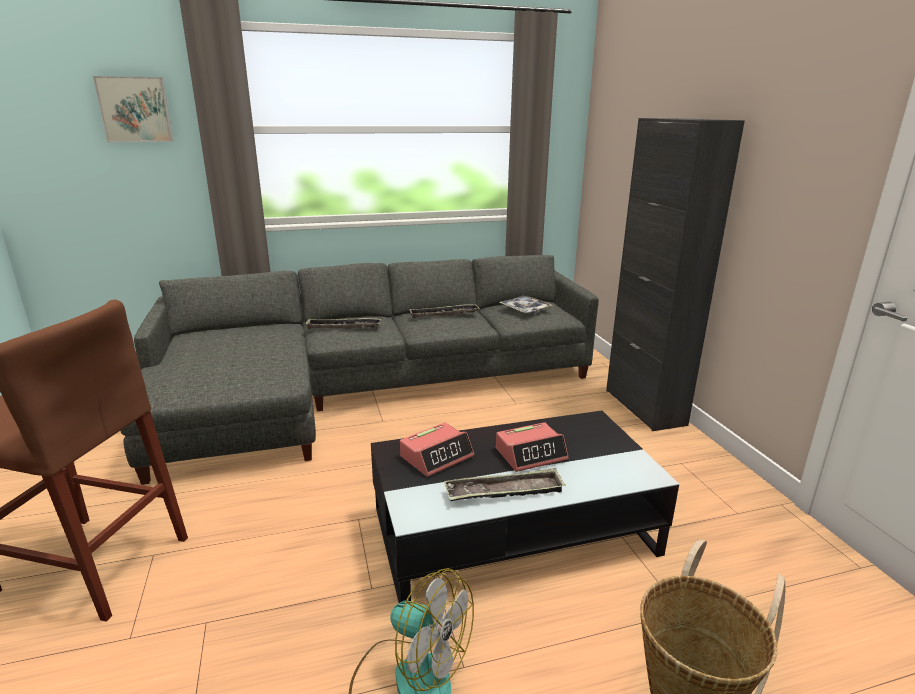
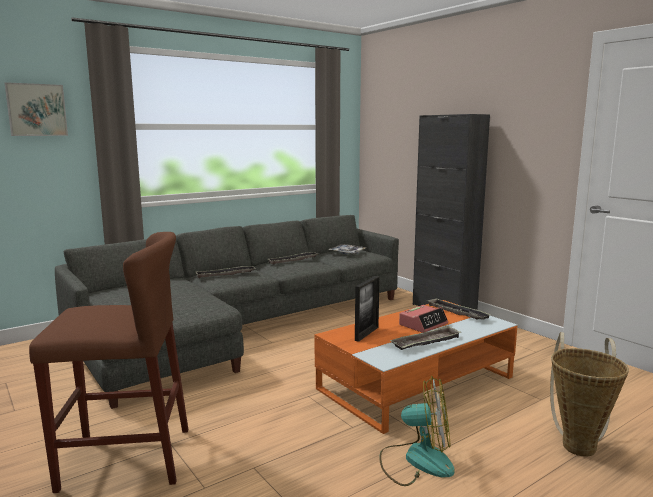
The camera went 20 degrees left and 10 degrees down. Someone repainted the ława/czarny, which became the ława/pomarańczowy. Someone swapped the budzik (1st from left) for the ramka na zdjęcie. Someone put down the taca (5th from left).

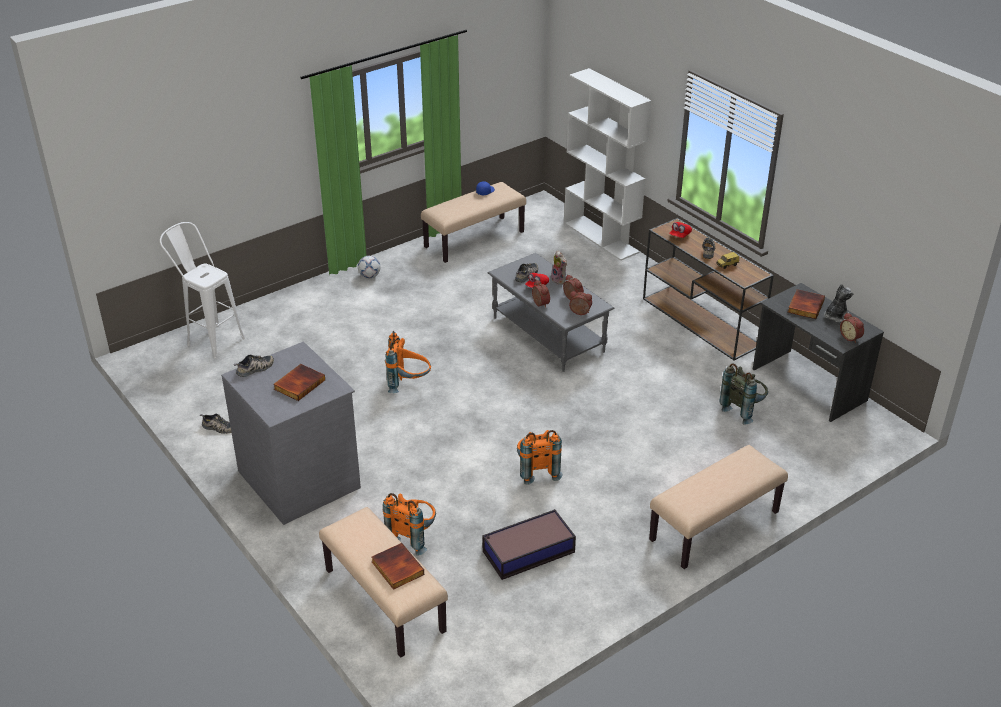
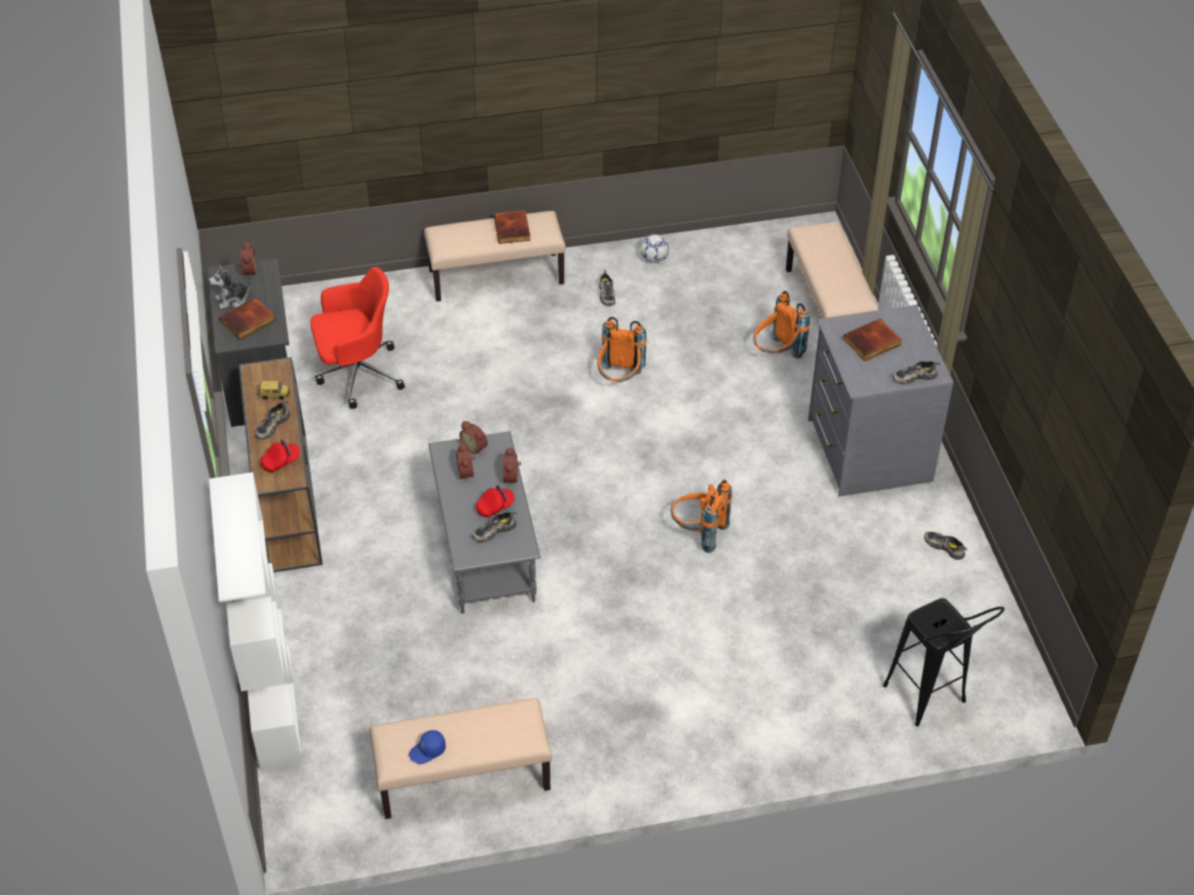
The camera went 155 degrees left and 10 degrees up. Someone repainted the stołek/biały, which became the stołek/czarny. Someone took away the pluszak (1st from left). Someone carried the piłka futbolowa. Someone swapped the plecak/szary for the krzesło biurowe/czerwony. Someone took away the pojemnik do przechowywania. Someone carried the książka (2nd from left). Someone put down the but (3rd from left).

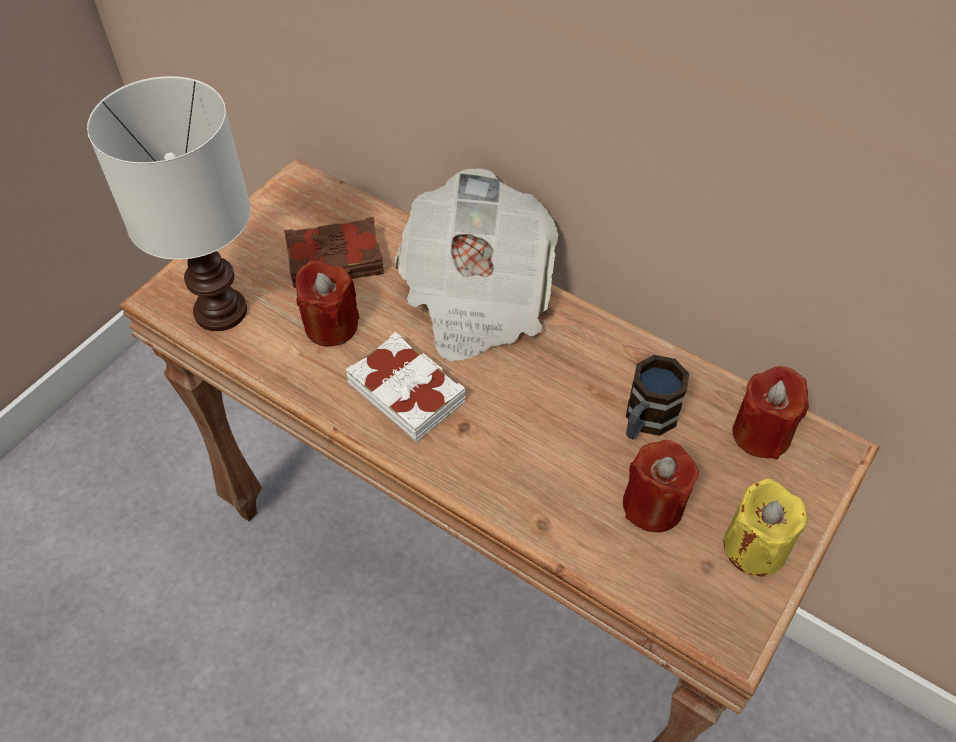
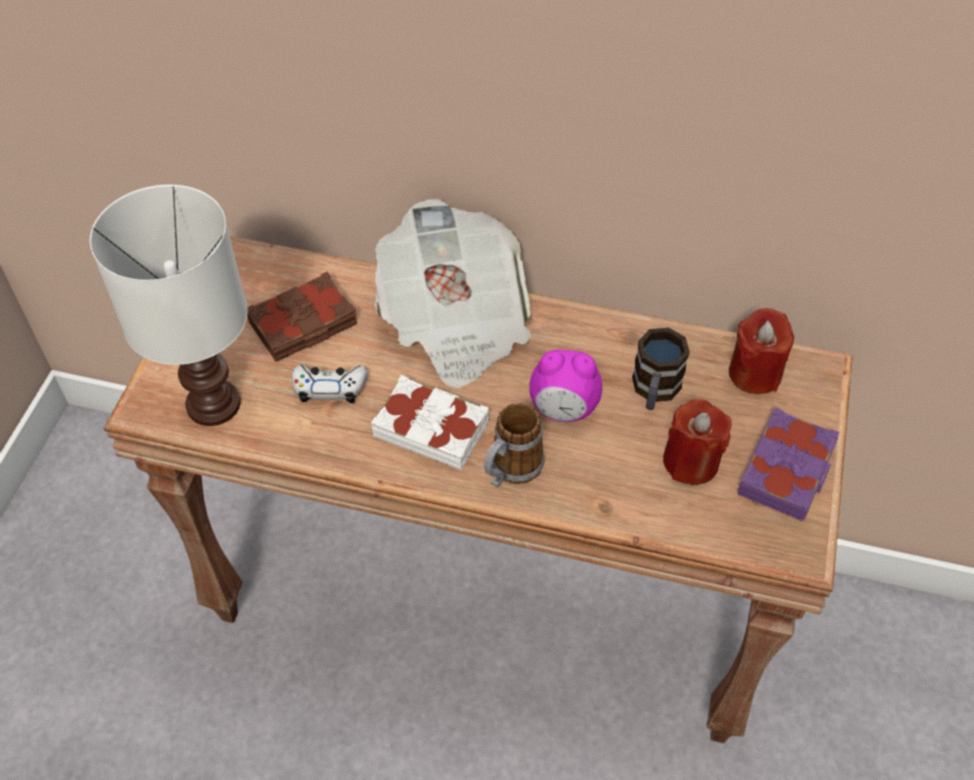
The camera went 20 degrees left and 0 degrees up. Someone swapped the świeca/czerwony (1st from left) for the pad do gier/biały. Someone swapped the świeca/żółty for the książka/fioletowy. Someone put down the budzik. Someone put down the kubek (1st from left).

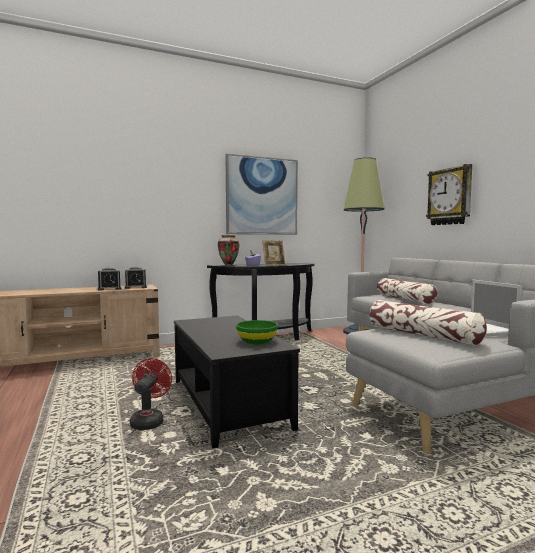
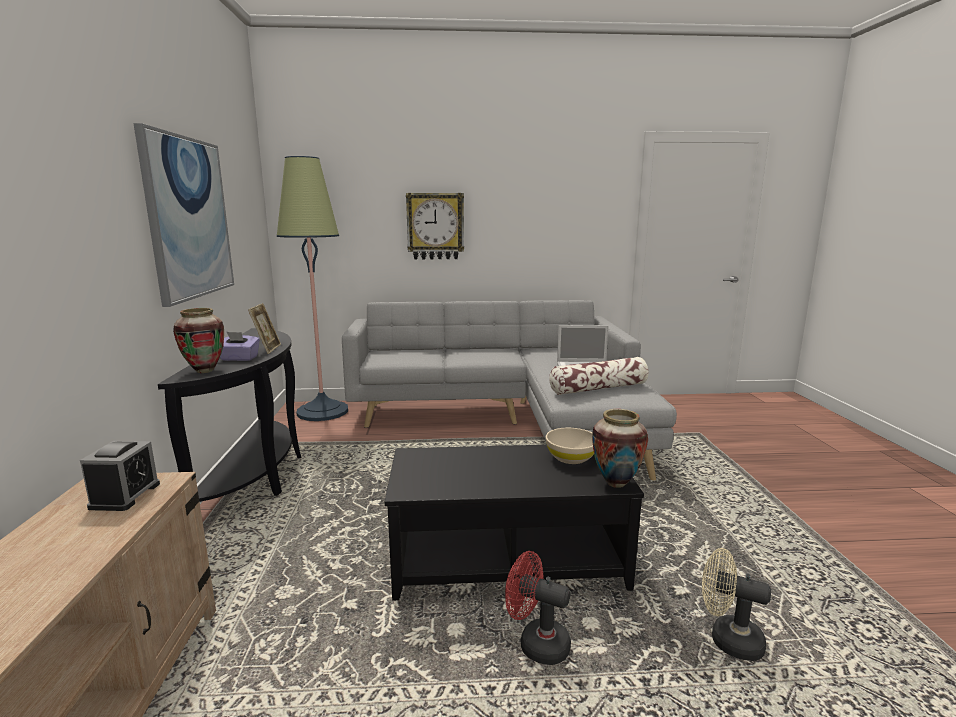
The camera went 70 degrees left and 10 degrees up. Someone took away the budzik (1st from left). Someone took away the poduszka (1st from left). Someone repainted the miska/zielony, which became the miska/beżowy. Someone put down the wazon (2nd from left). Someone put down the wentylator/beżowy.

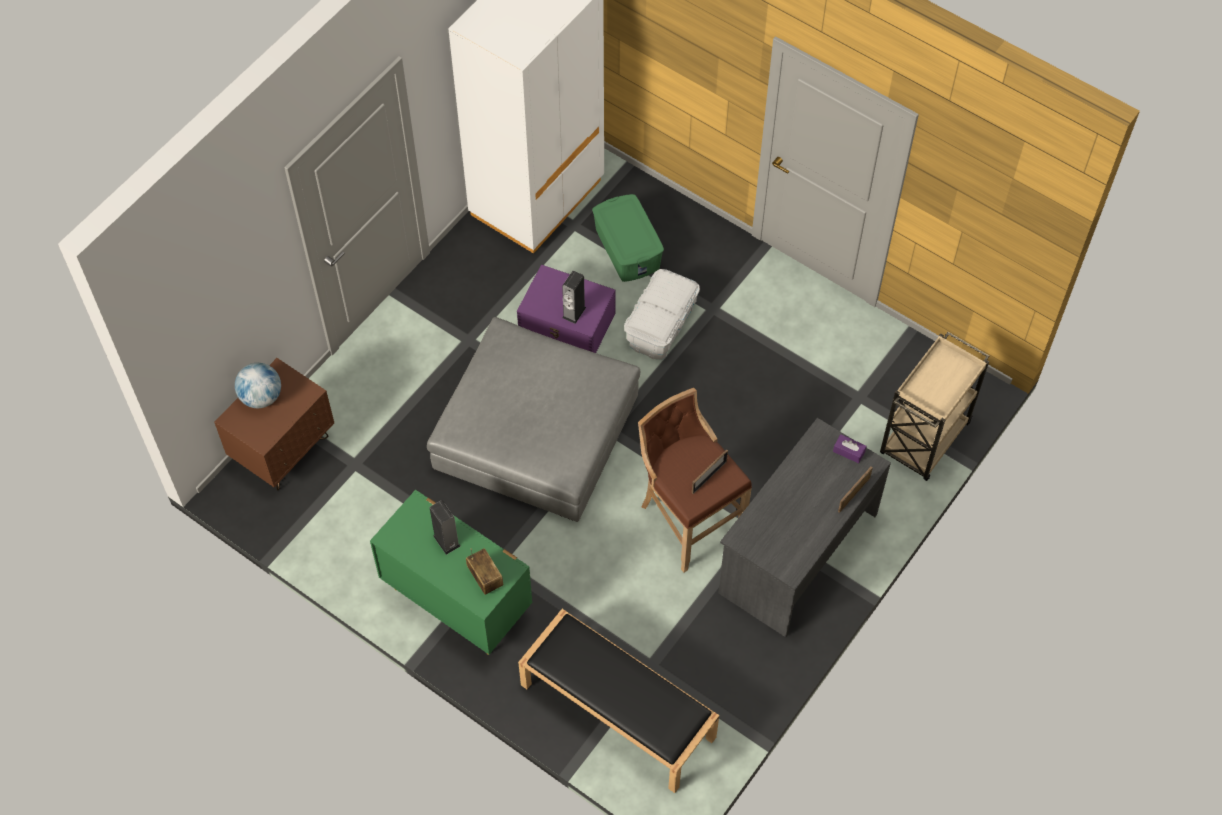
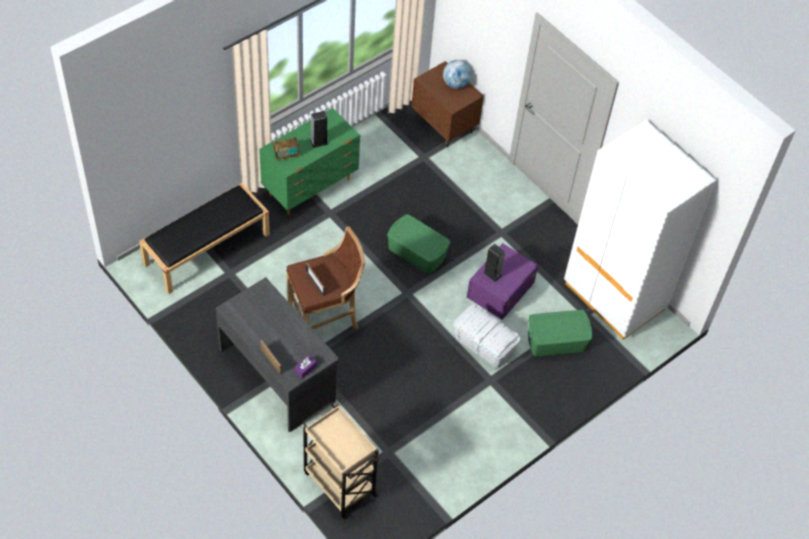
The camera went 100 degrees right and 5 degrees down. Someone swapped the pufa/szary for the pojemnik do przechowywania/zielony (1st from left).

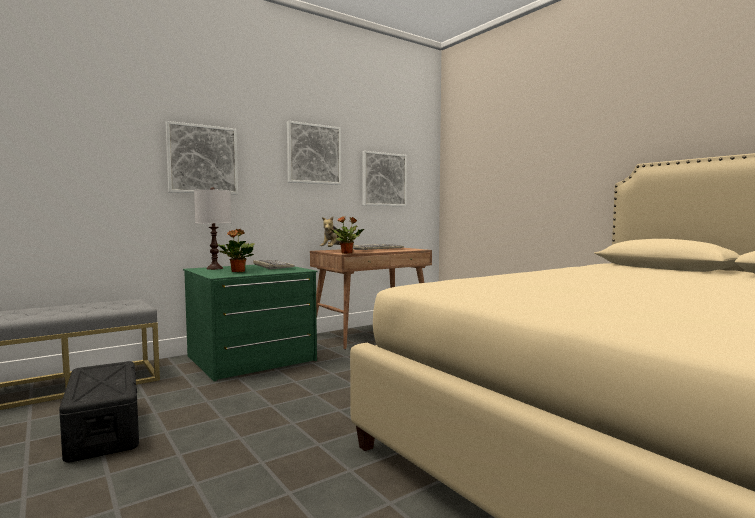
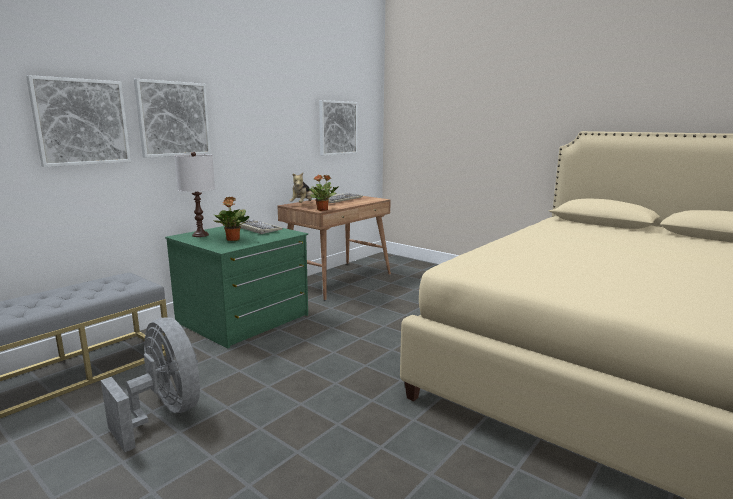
The camera went 15 degrees left and 10 degrees up. Someone carried the obraz (2nd from left in the first image). Someone swapped the pojemnik do przechowywania/czarny for the wentylator/szary.

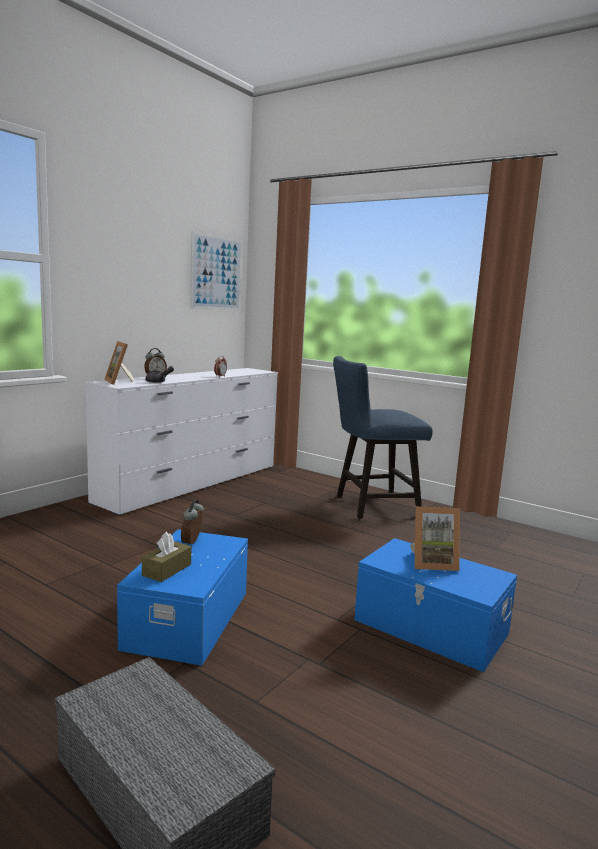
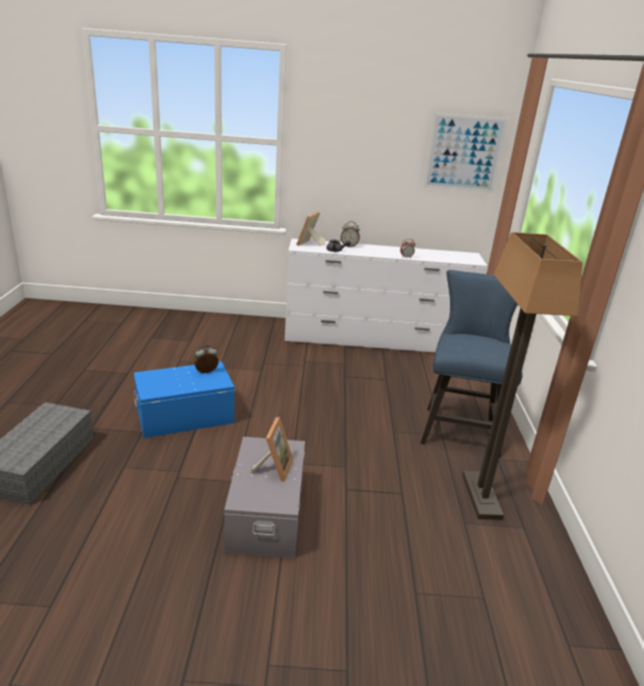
The camera went 55 degrees right and 15 degrees up. Someone rotated the krzesło/niebieski by 60 degrees clockwise. Someone rotated the ramka na zdjęcie (2nd from left in the first image) by 135 degrees counterclockwise. Someone took away the pudełko chusteczek/brązowy. Someone repainted the pojemnik do przechowywania/niebieski (2nd from left), which became the pojemnik do przechowywania/szary (2nd from left). Someone put down the lampa stojąca.

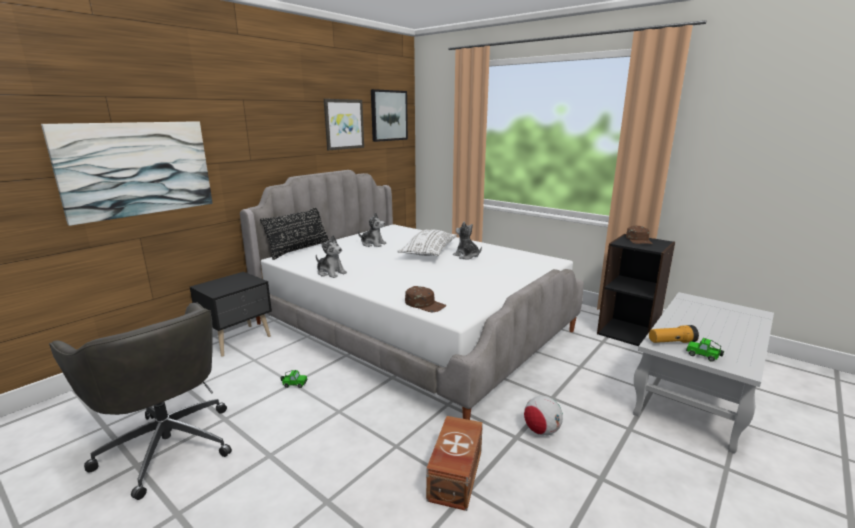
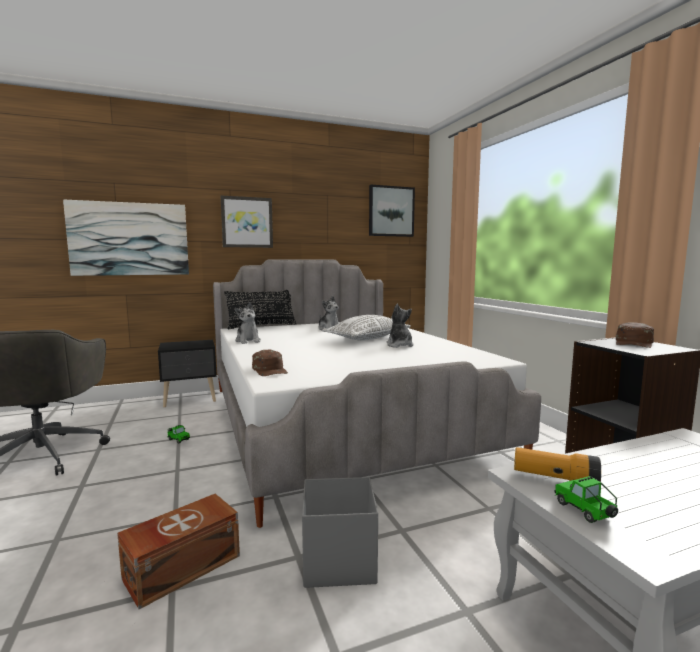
The camera went 30 degrees right and 10 degrees down. Someone carried the obraz (2nd from left). Someone swapped the piłka futbolowa for the pojemnik do przechowywania/szary.

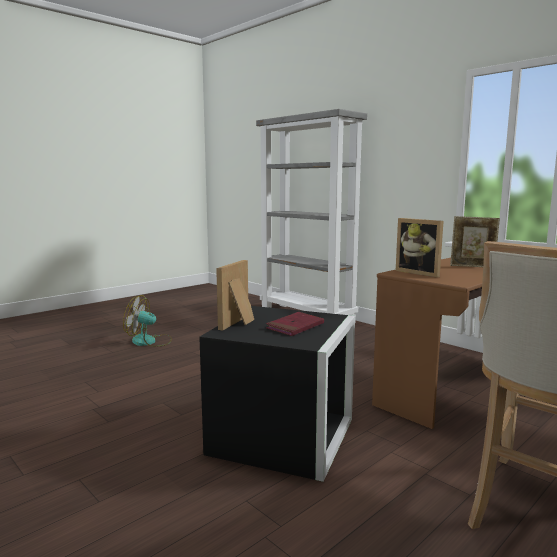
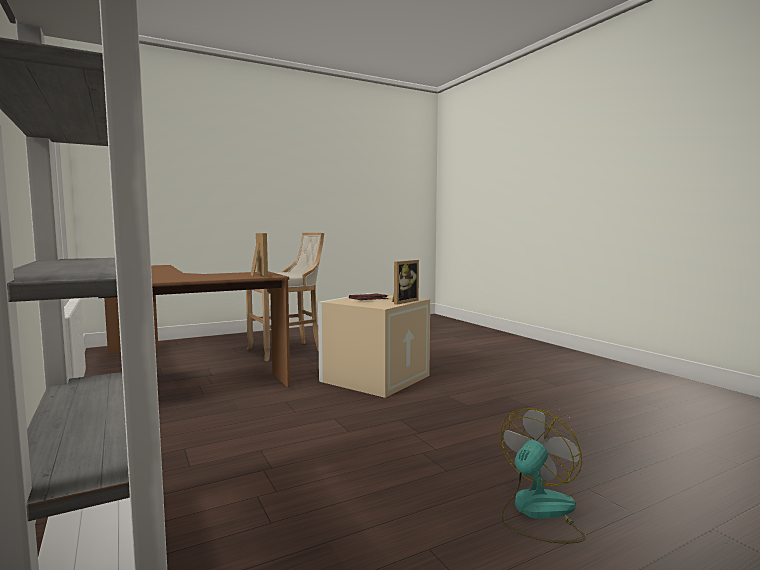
The camera went 165 degrees left and 5 degrees down. Someone took away the ramka na zdjęcie (3rd from left). Someone rotated the wentylator by 75 degrees counterclockwise. Someone repainted the pojemnik do przechowywania/czarny, which became the pojemnik do przechowywania/beżowy.

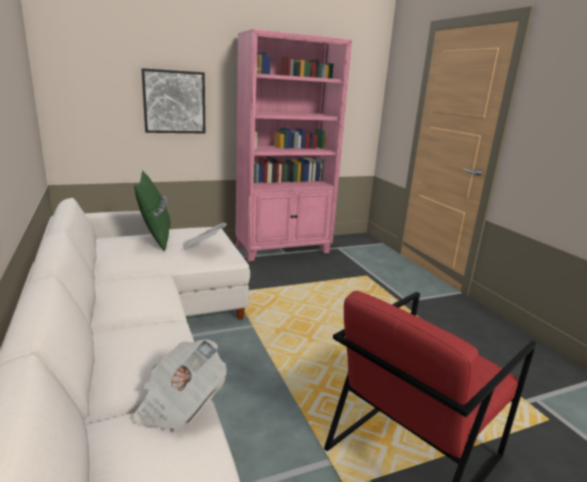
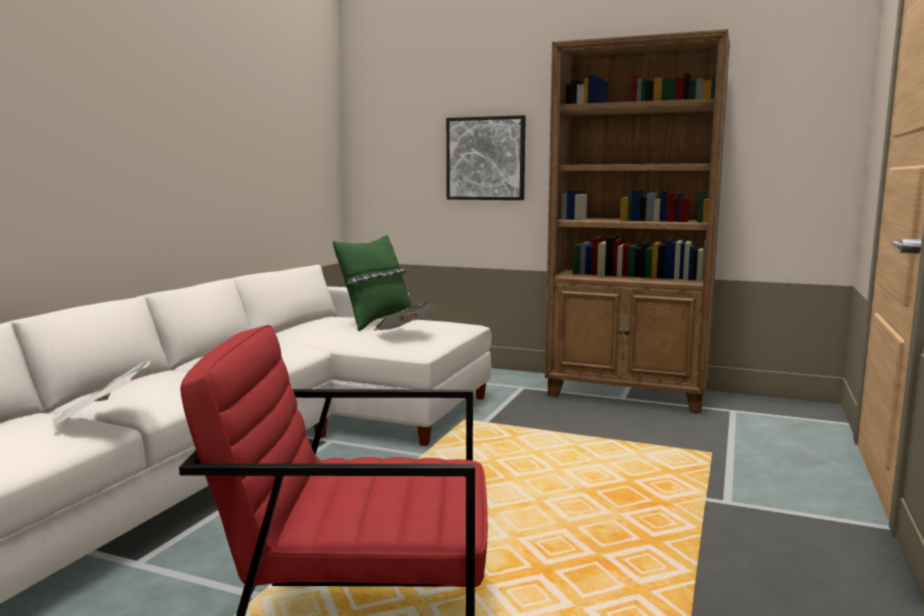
The camera went 45 degrees right and 10 degrees down. Someone repainted the regał/różowy, which became the regał/brązowy.

